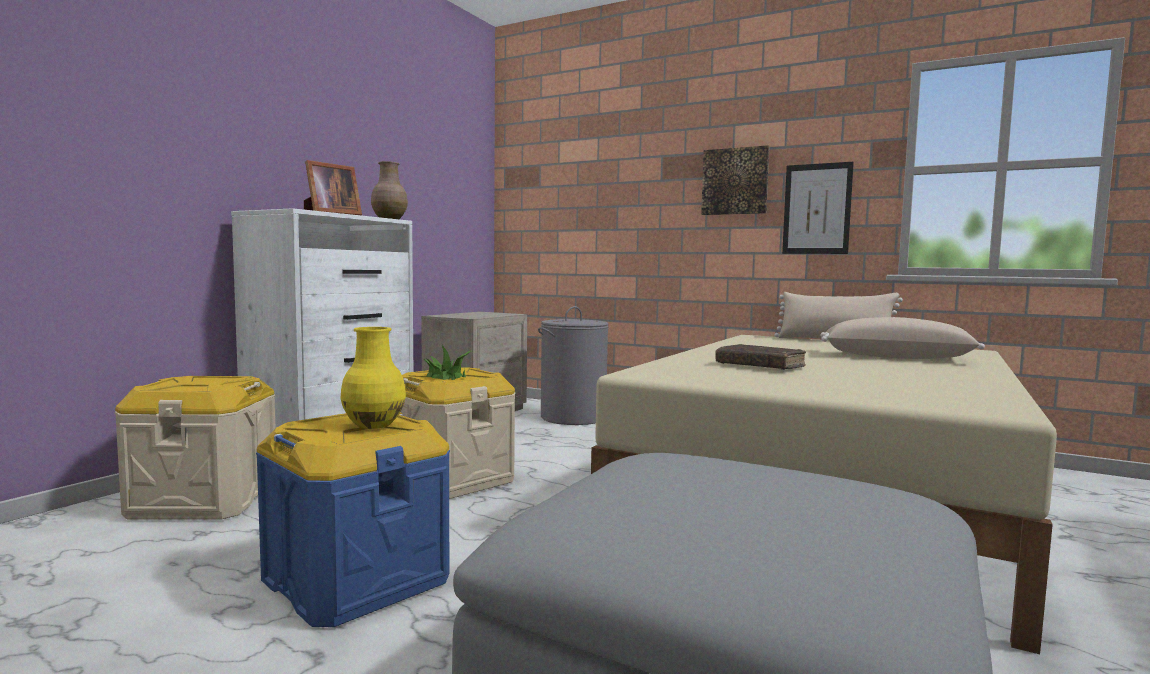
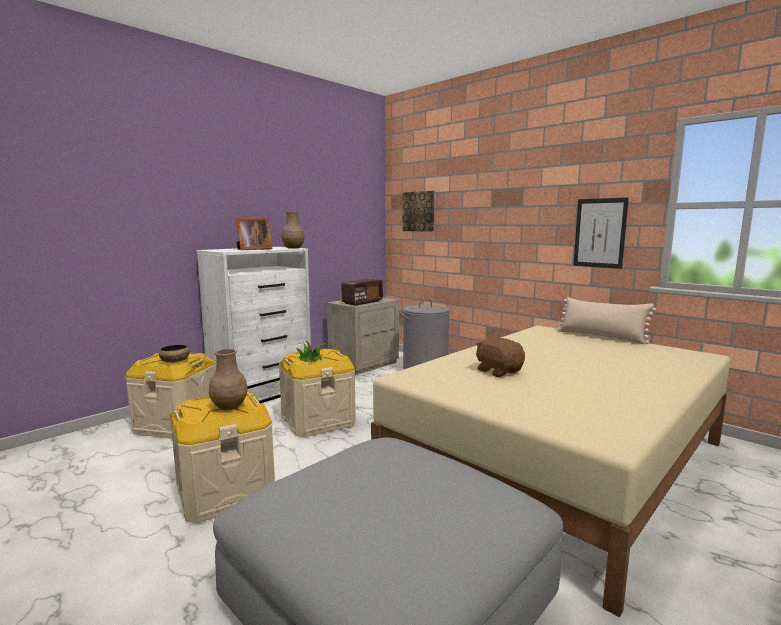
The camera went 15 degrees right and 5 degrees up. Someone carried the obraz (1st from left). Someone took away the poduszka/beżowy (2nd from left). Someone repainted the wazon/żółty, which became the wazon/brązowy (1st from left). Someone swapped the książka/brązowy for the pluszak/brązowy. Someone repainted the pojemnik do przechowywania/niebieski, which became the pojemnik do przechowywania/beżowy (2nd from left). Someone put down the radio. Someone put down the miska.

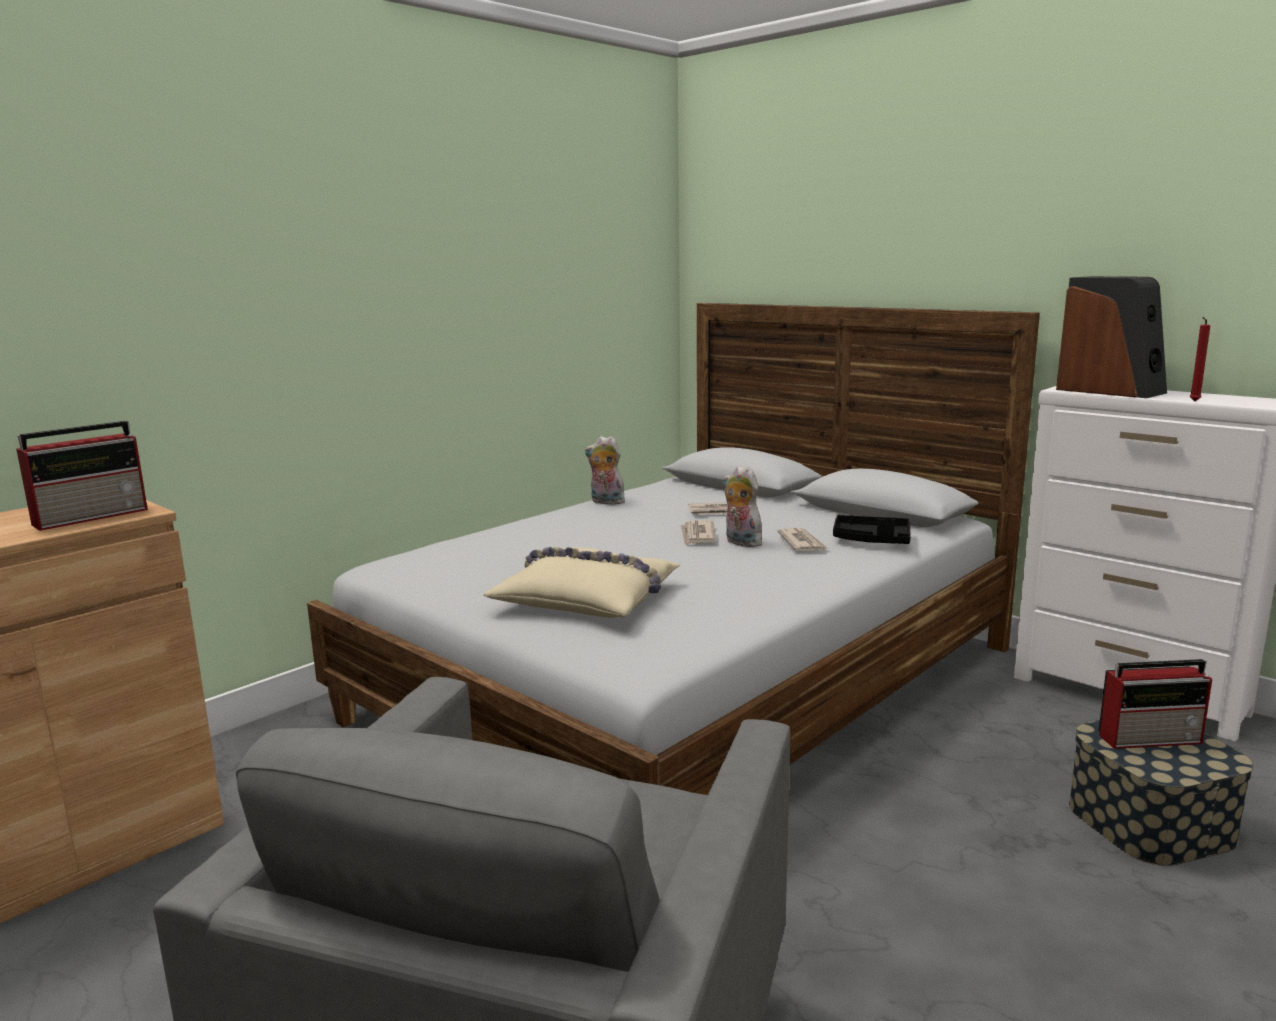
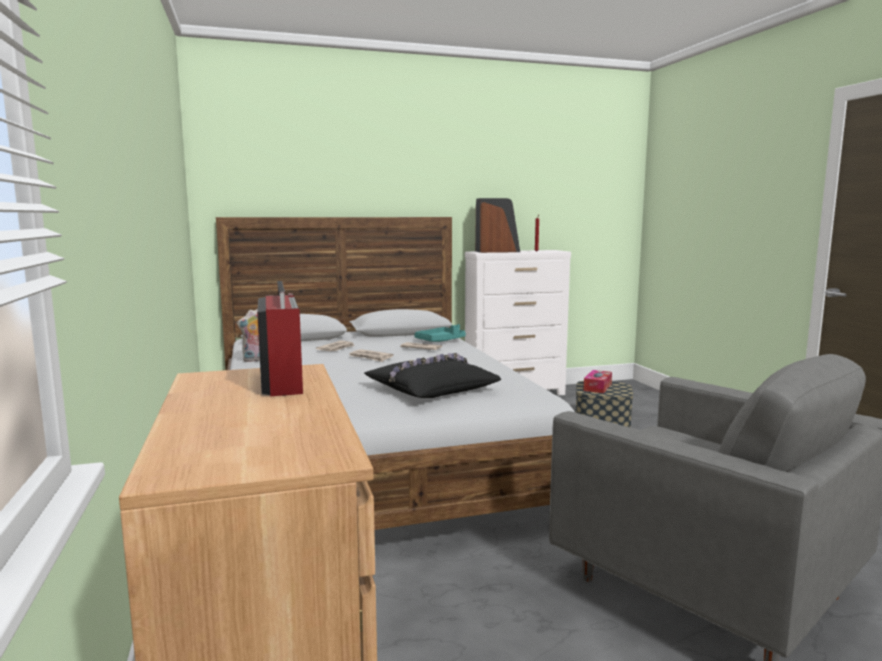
The camera went 60 degrees left and 5 degrees down. Someone took away the pluszak (2nd from left). Someone repainted the taca/czarny, which became the taca/turkusowy. Someone repainted the poduszka/beżowy, which became the poduszka/czarny. Someone swapped the radio (2nd from left) for the pudełko chusteczek.

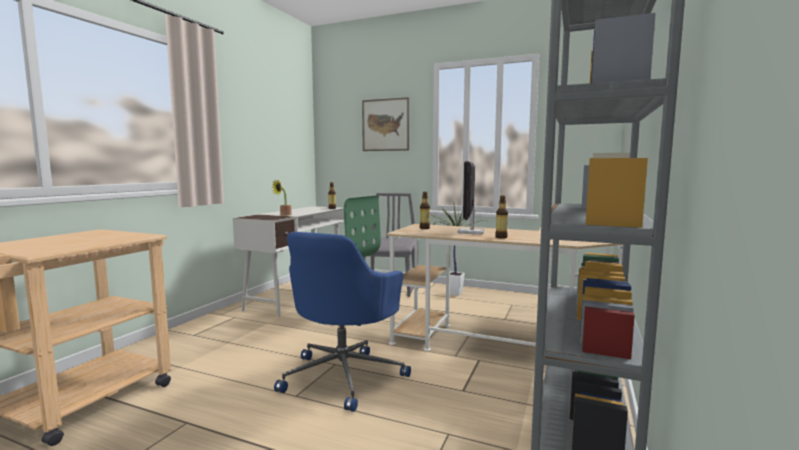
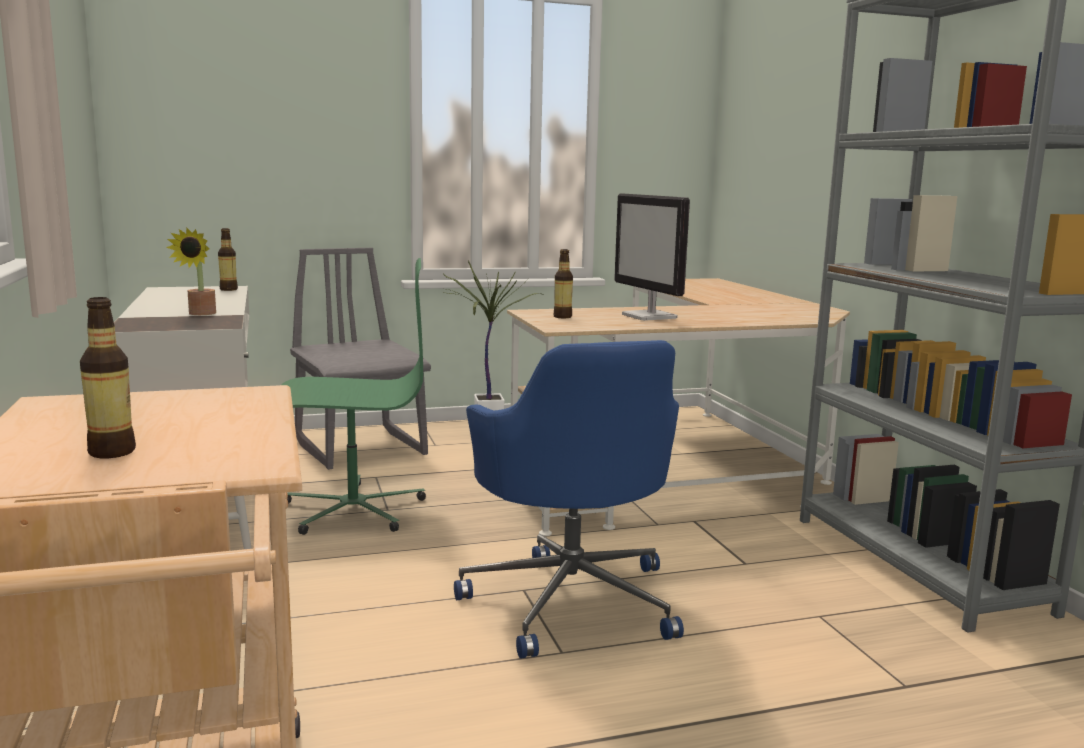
The camera went 40 degrees left and 5 degrees up. Someone took away the obraz. Someone carried the butelka (3rd from left in the first image).

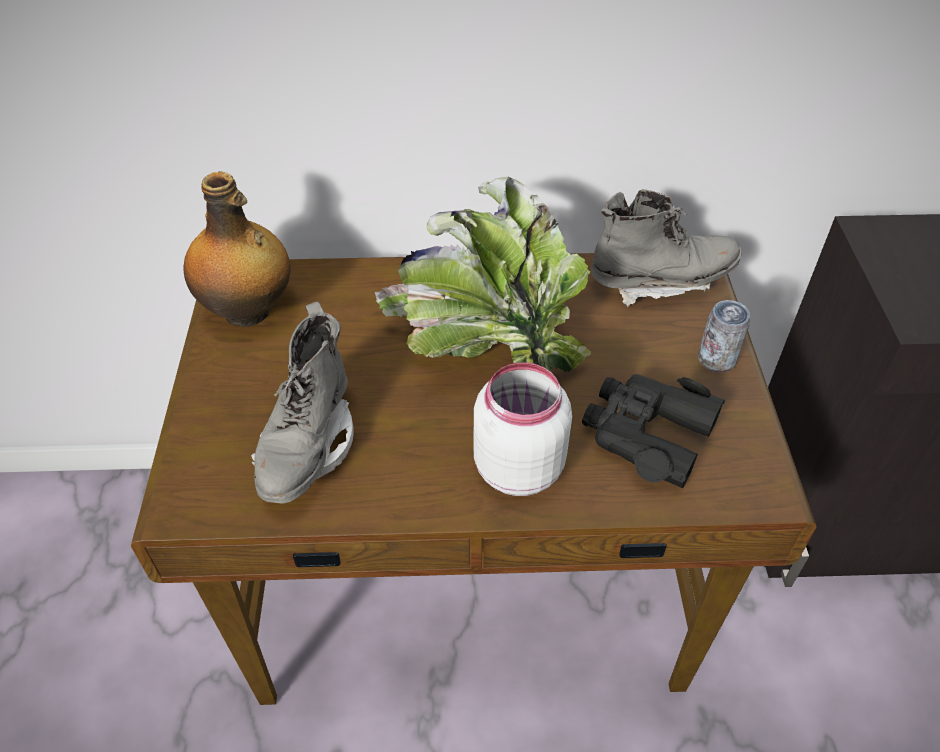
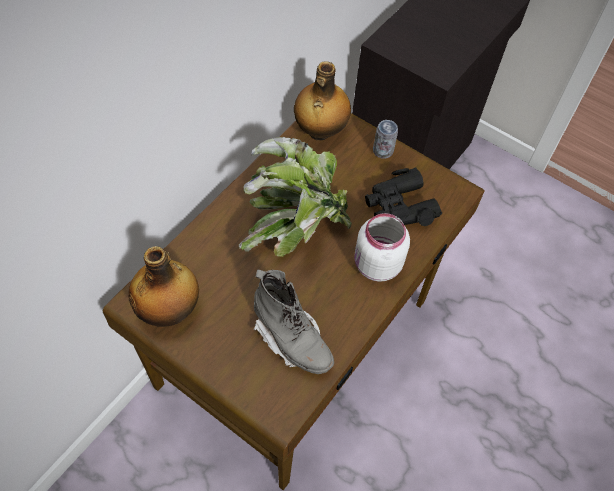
The camera went 55 degrees left and 10 degrees up. Someone swapped the but z cholewką/szary (2nd from left) for the butelka (2nd from left).

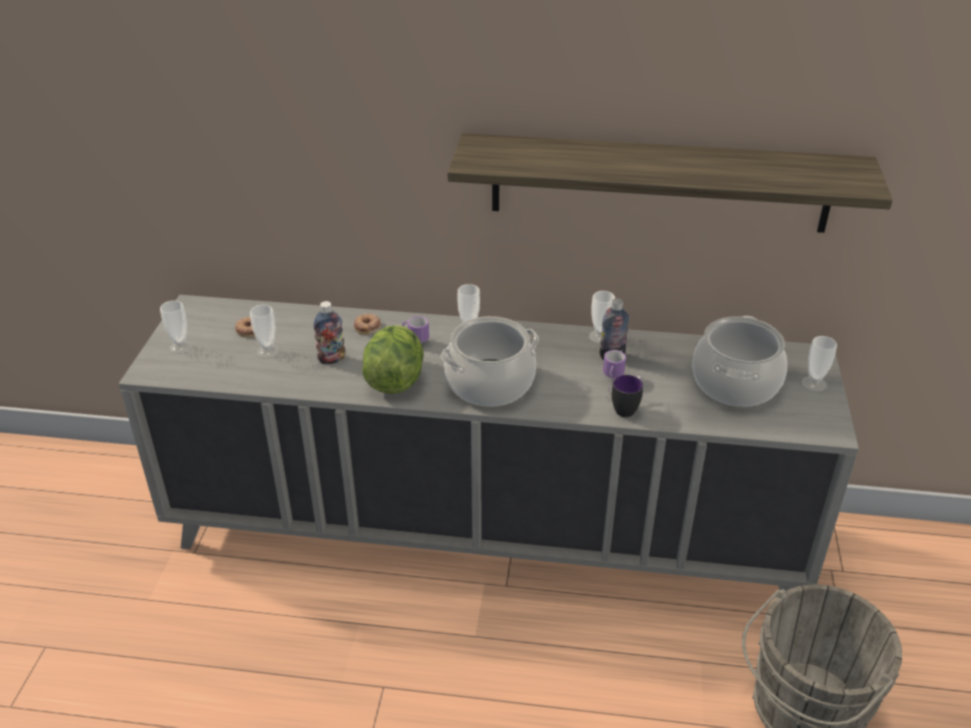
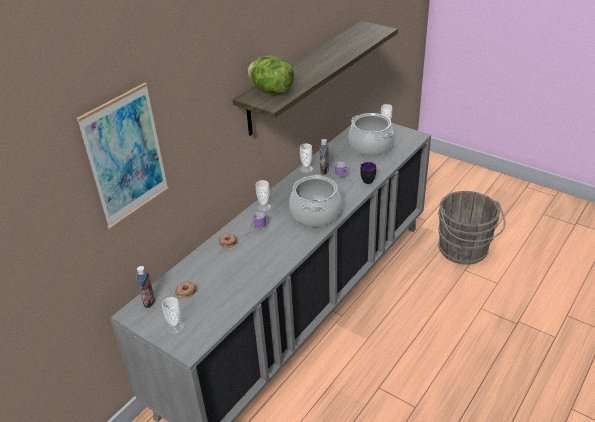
The camera went 60 degrees left and 0 degrees up. Someone carried the butelka (1st from left). Someone took away the filiżanka (2nd from left). Someone carried the sałata. Someone put up the obraz.

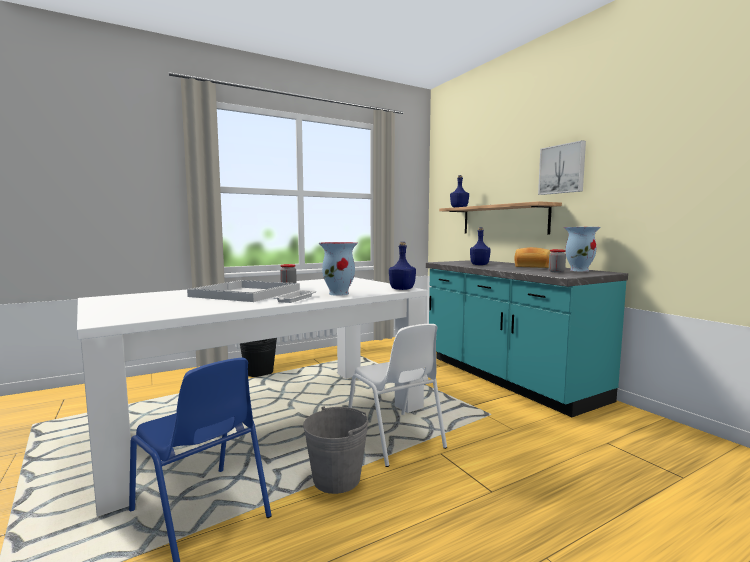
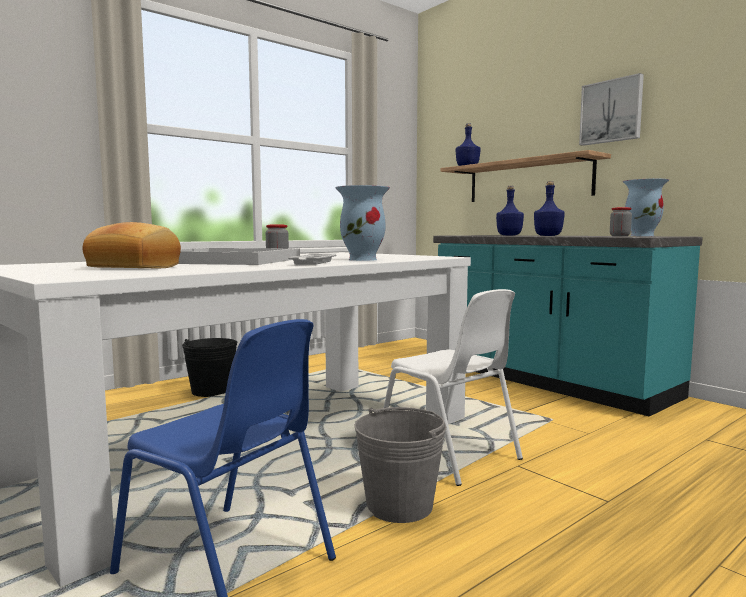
The camera went 10 degrees left and 0 degrees up. Someone carried the butelka/niebieski (1st from left in the first image). Someone carried the chleb.

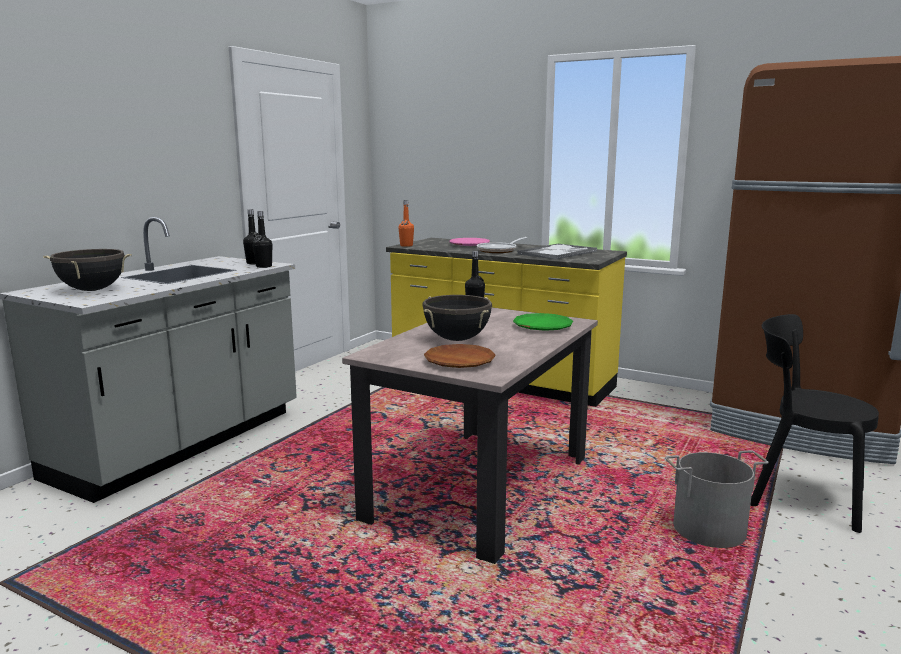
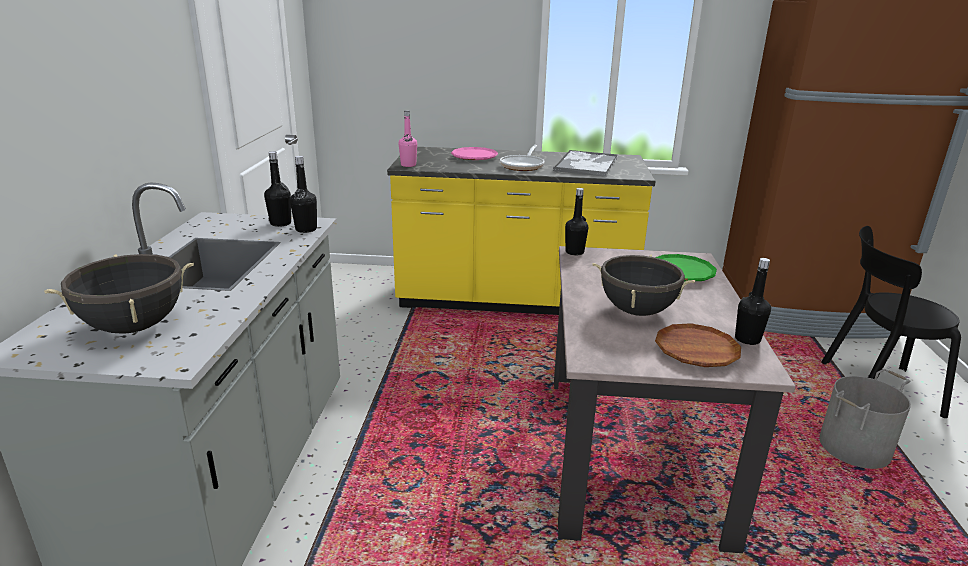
The camera went 25 degrees left and 10 degrees up. Someone repainted the butelka/pomarańczowy, which became the butelka/różowy. Someone put down the butelka/czarny (4th from left).

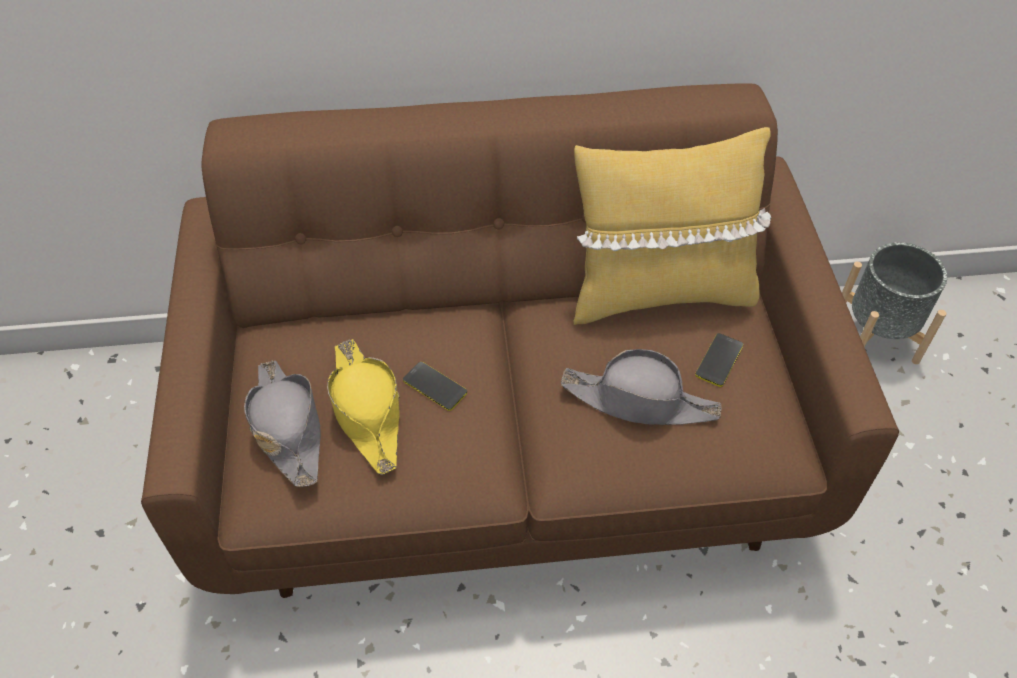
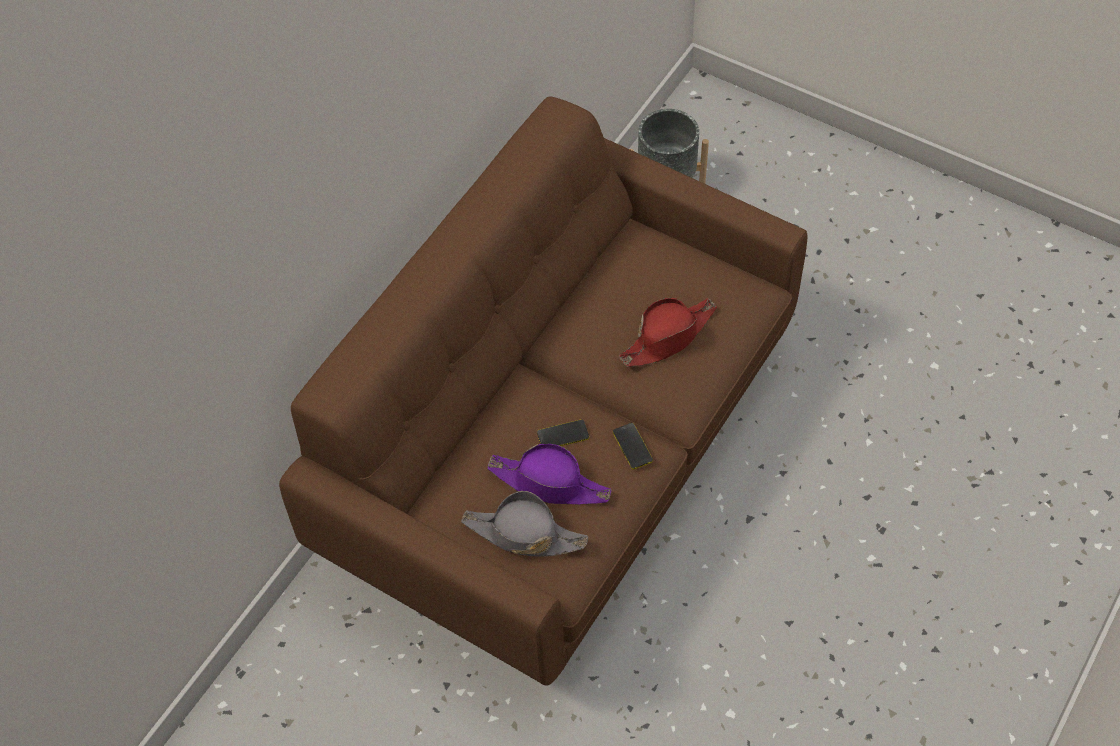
The camera went 50 degrees left and 5 degrees up. Someone took away the poduszka/żółty. Someone carried the telefon (2nd from left). Someone repainted the kapelusz/żółty, which became the kapelusz/fioletowy. Someone repainted the kapelusz/szary (2nd from left), which became the kapelusz/czerwony.

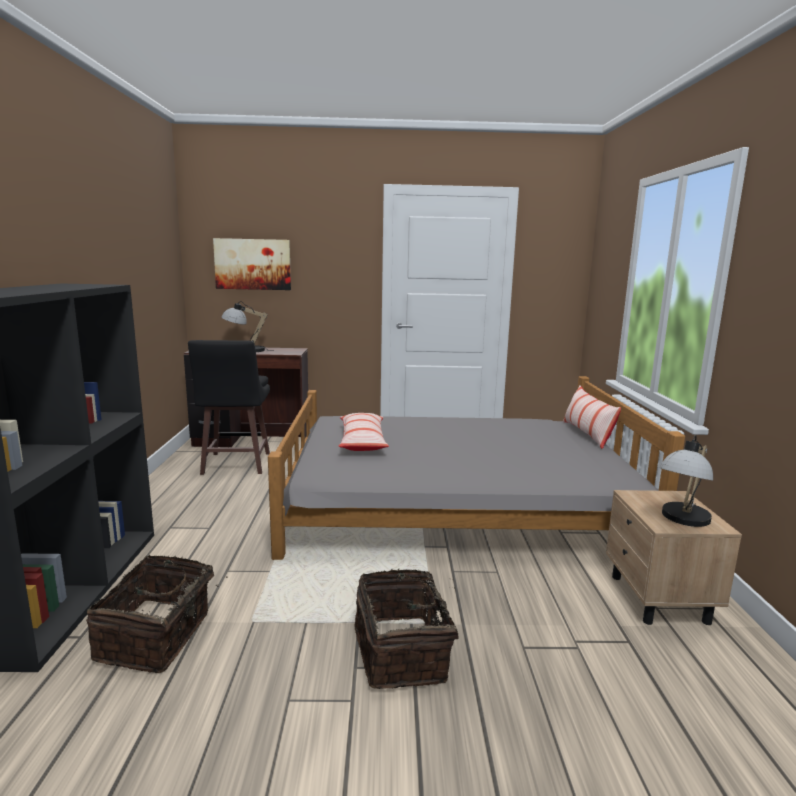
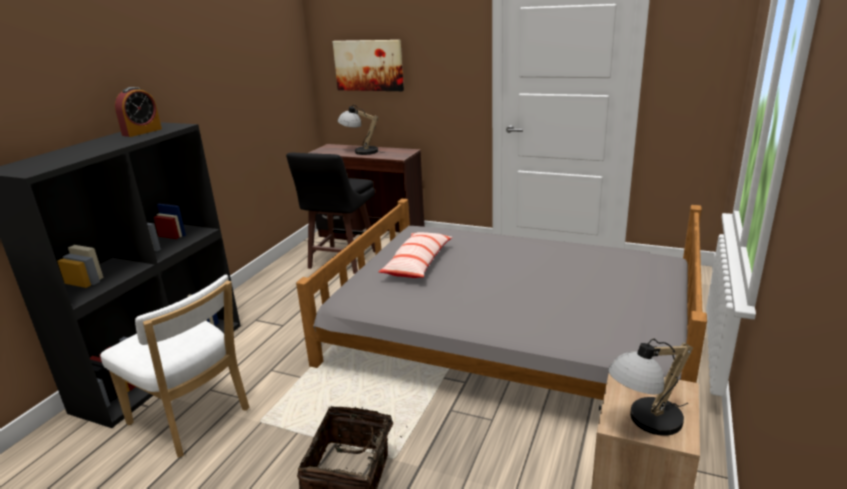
The camera went 25 degrees right and 10 degrees up. Someone took away the poduszka (2nd from left). Someone swapped the koszyk (1st from left) for the krzesło/biały. Someone put down the budzik.

